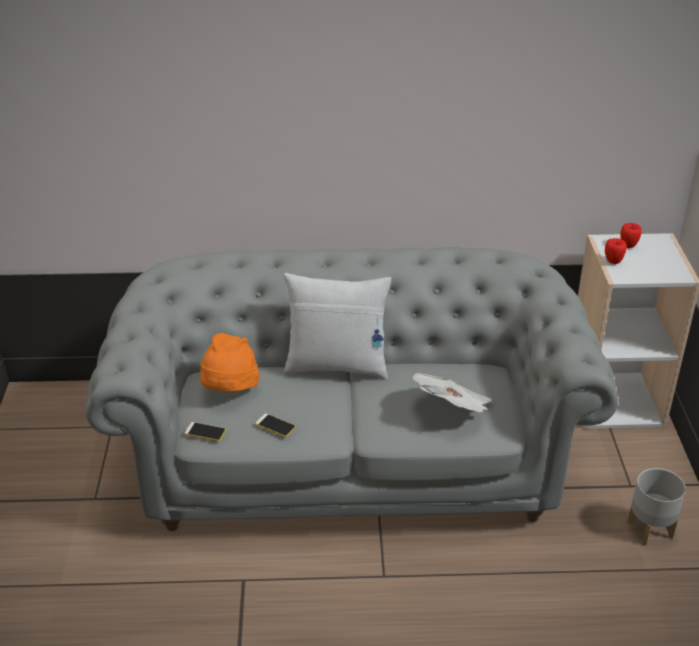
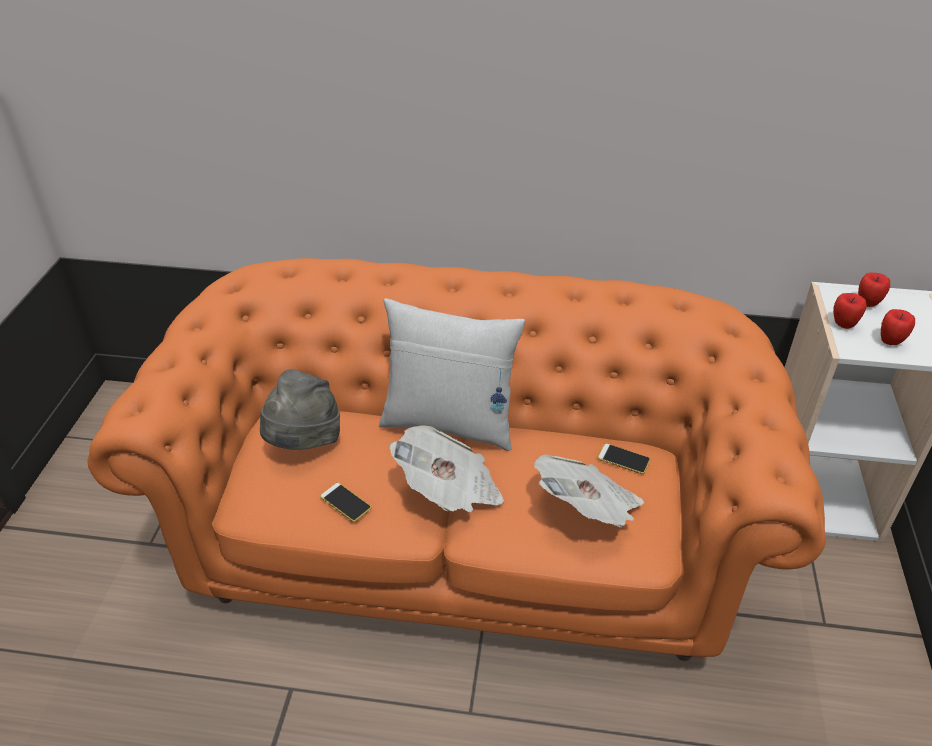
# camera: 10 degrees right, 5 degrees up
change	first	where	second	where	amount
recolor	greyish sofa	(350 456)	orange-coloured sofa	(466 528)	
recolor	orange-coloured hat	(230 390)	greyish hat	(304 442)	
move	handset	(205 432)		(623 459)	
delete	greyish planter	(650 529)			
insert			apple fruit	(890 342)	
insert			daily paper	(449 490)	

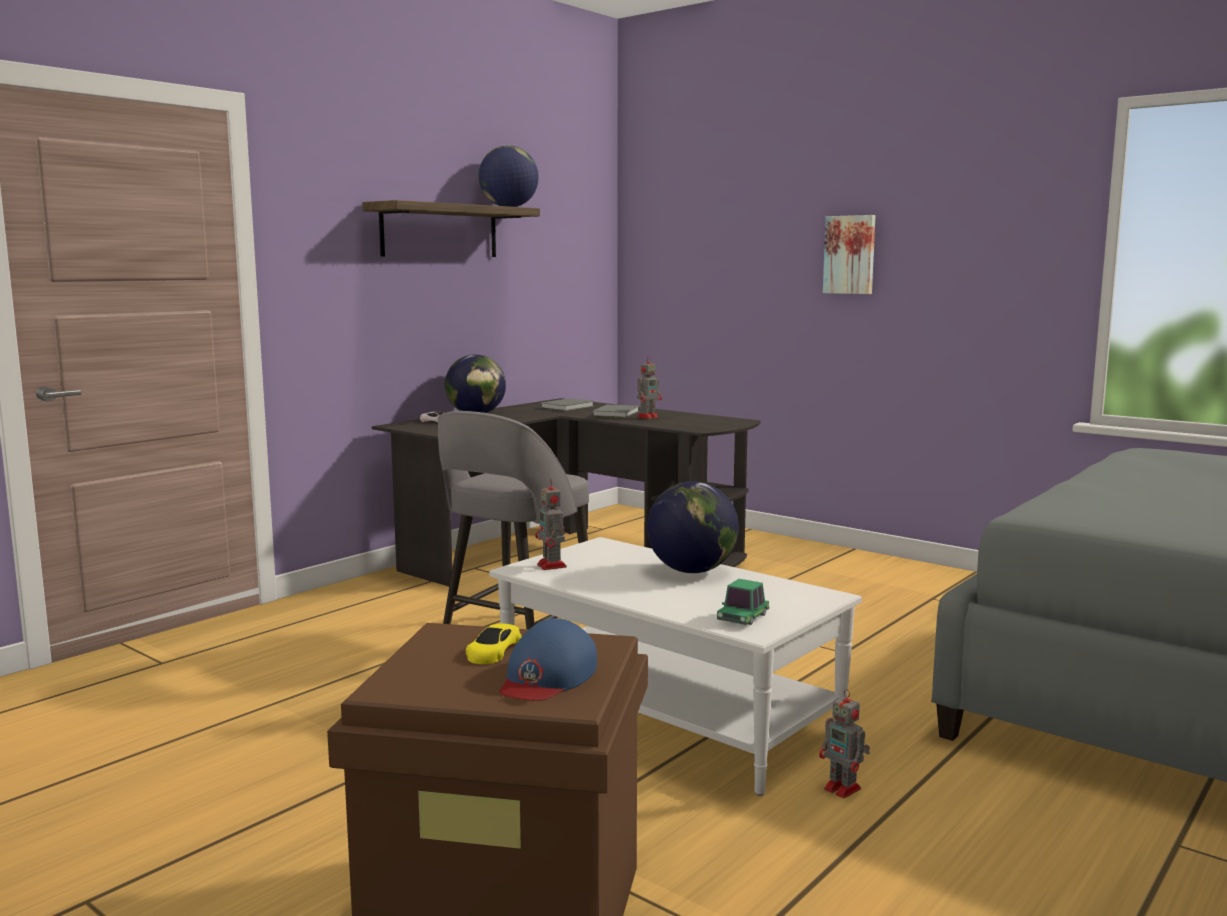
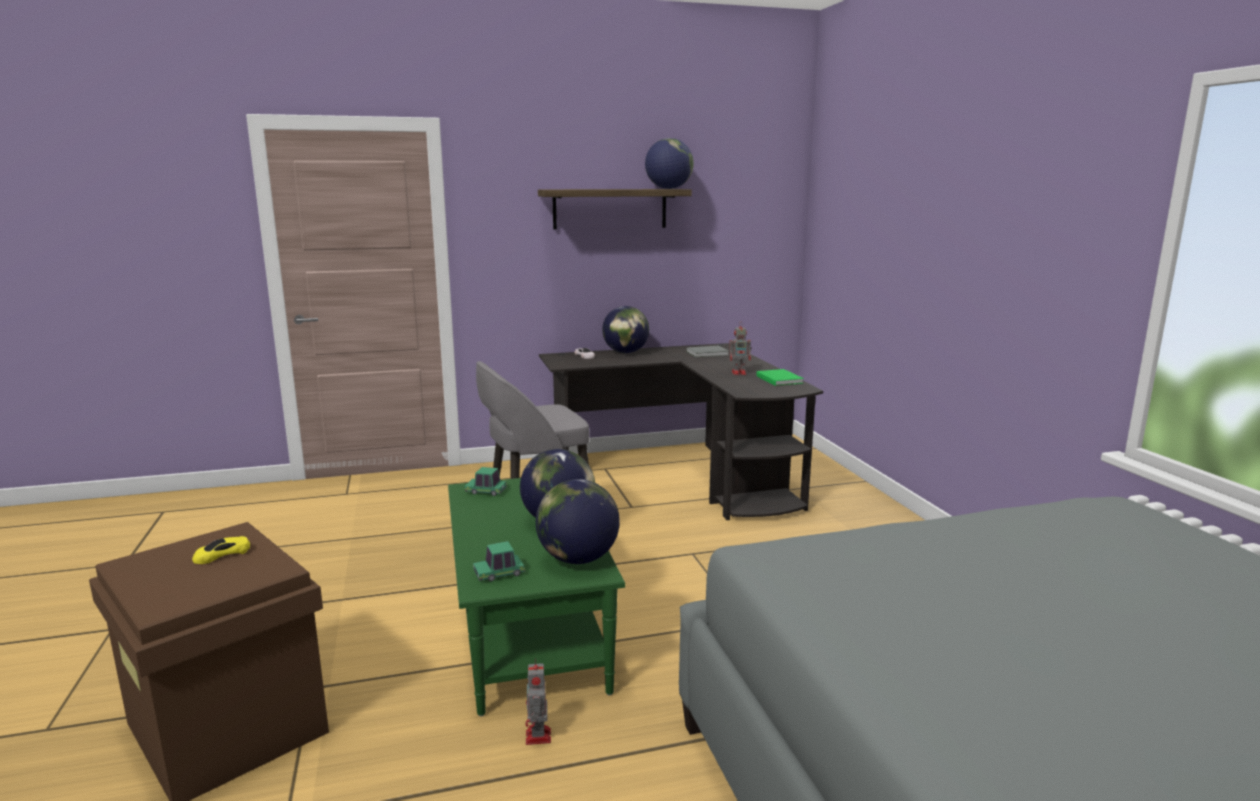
# camera: 35 degrees right, 5 degrees up
change	first	where	second	where	amount
delete	wall picture	(850 254)			
delete	greyish book	(617 413)			
replace	toy robot	(552 566)	miniature car	(486 491)	
recolor	white-coloured lounge table	(665 716)	greenish lounge table	(528 627)	
delete	blue-coloured baseball cap	(547 676)			
insert			greenish book	(779 379)	
insert			world globe	(578 559)	

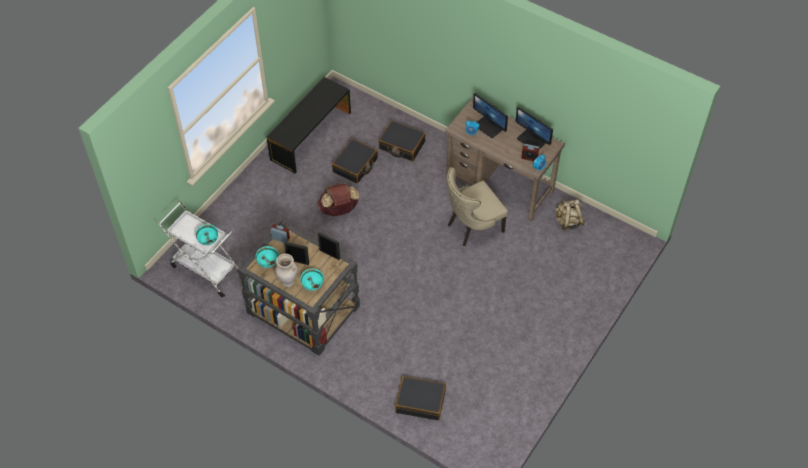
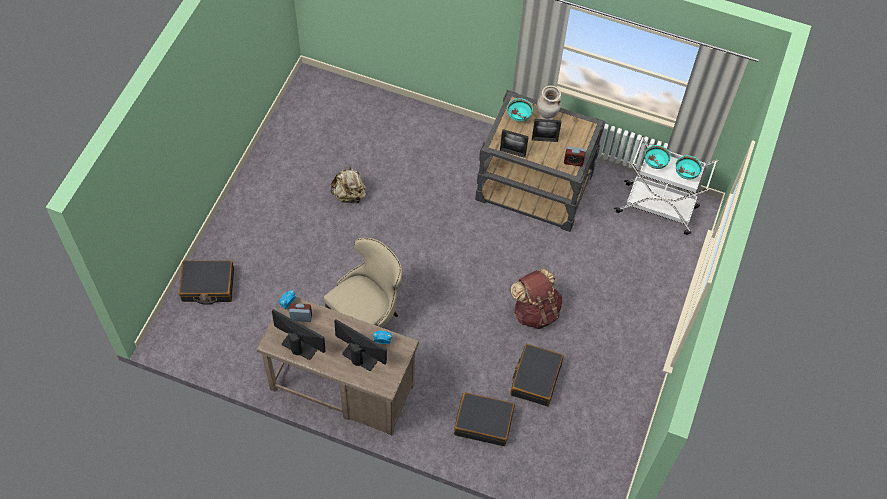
# camera: 165 degrees right, 5 degrees up
change	first	where	second	where	amount
delete	blackish indoor bench	(310 135)			
move	beige-coloured knapsack	(568 221)		(349 195)	
move	turquoise deep dish	(268 263)		(685 174)	
move	blackish suitcase	(420 401)		(208 286)	

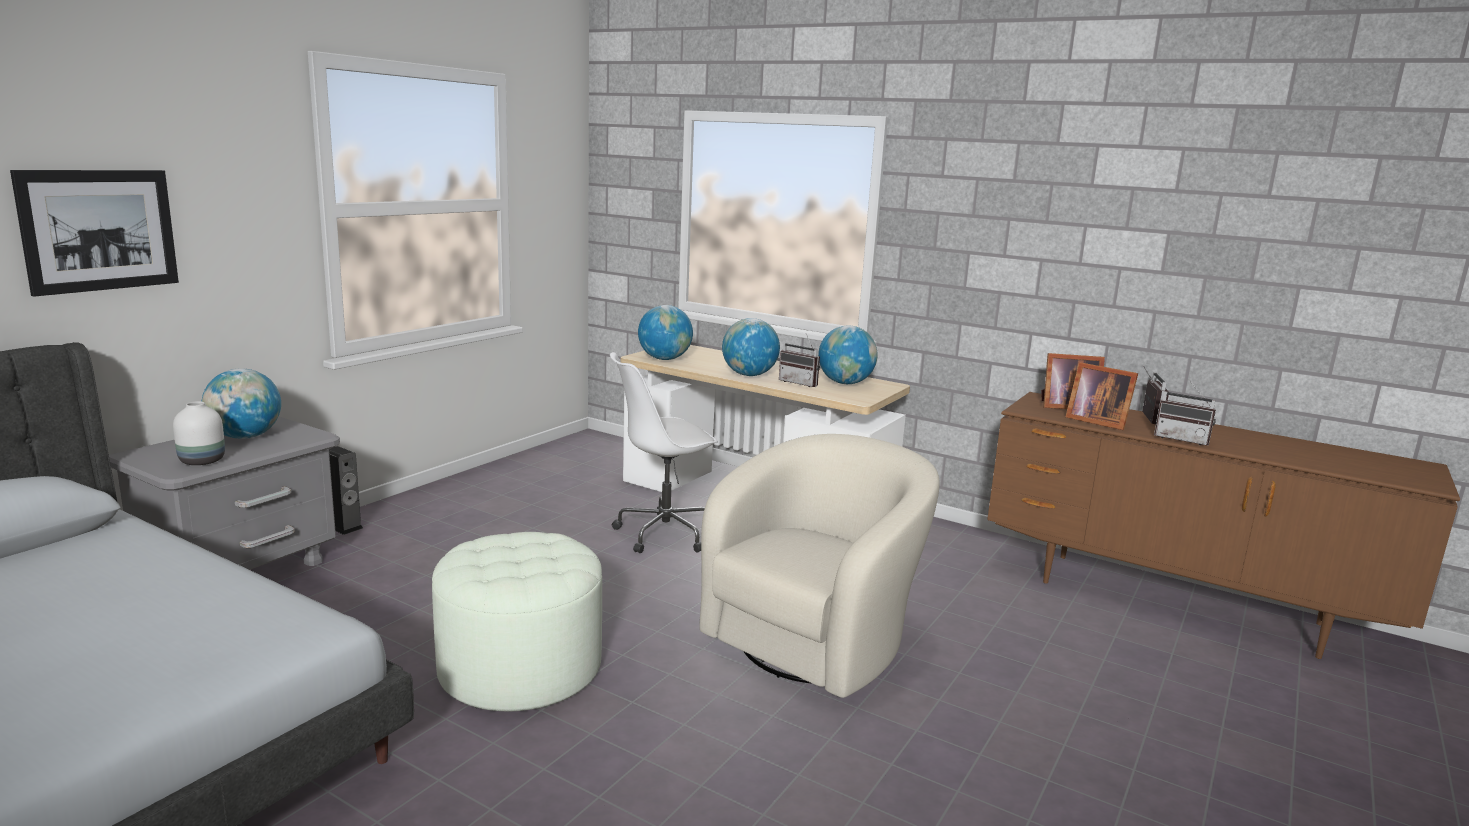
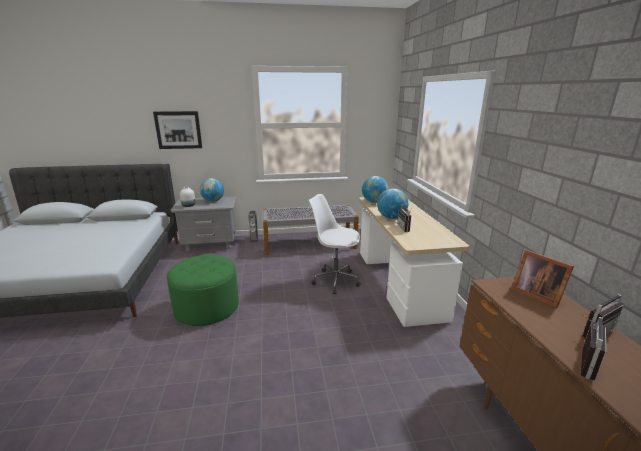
# camera: 50 degrees right, 5 degrees up
change	first	where	second	where	amount
delete	world globe	(845 383)			
delete	photo frame	(1095 421)			
rotate	radio receiver	(1182 439)		(580 361)	135 degrees counterclockwise
delete	beige-coloured lounge chair	(816 642)			
recolor	white-coloured pouffe	(520 667)	greenish pouffe	(207 307)	
insert			greyish indoor bench	(309 243)	

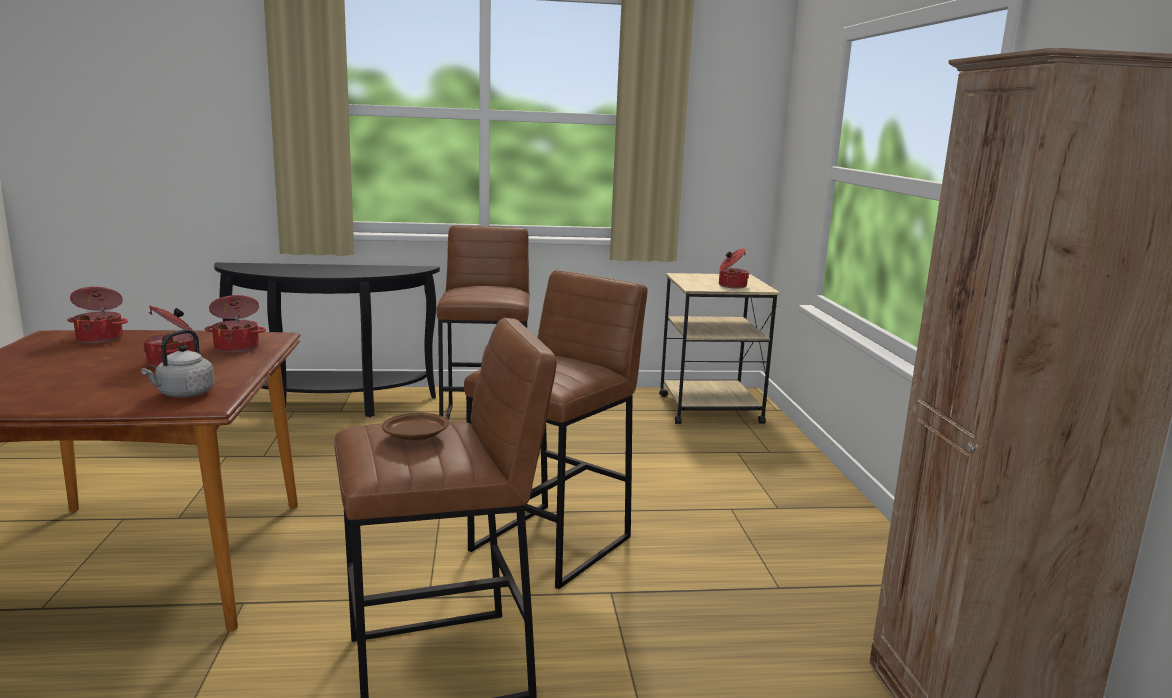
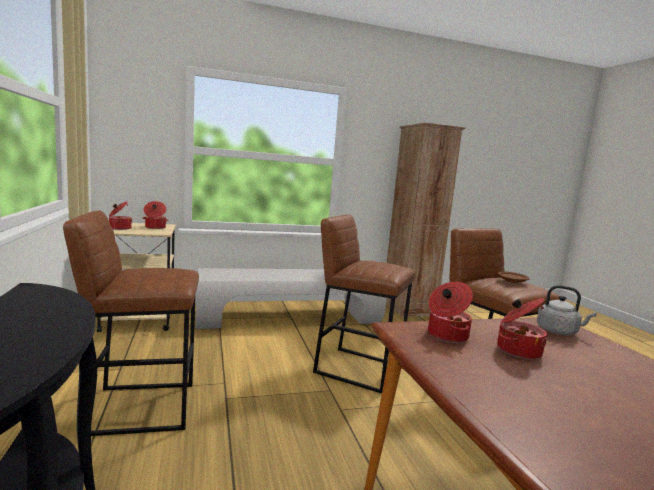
# camera: 100 degrees left, 5 degrees down
change	first	where	second	where	amount
move	saucepot	(100 338)		(119 228)	
insert			greyish indoor bench	(289 317)	

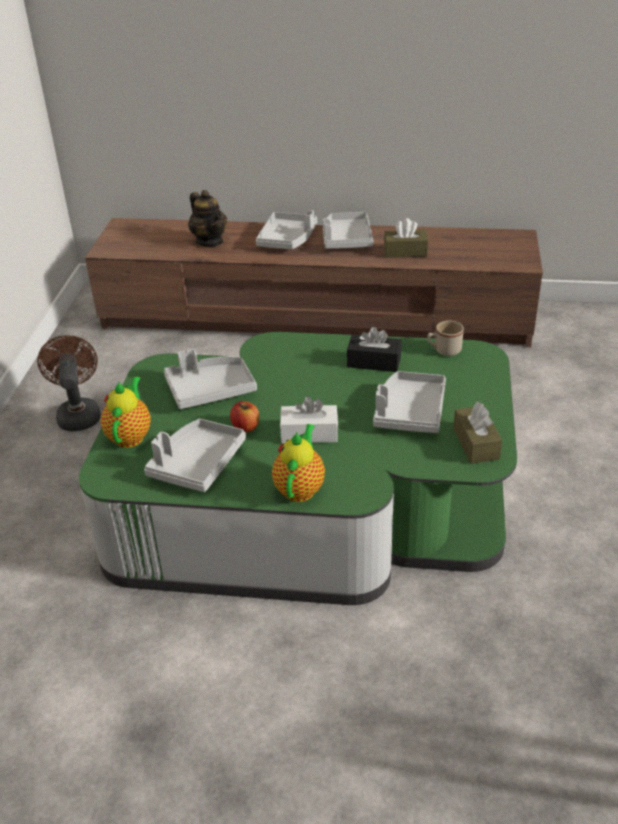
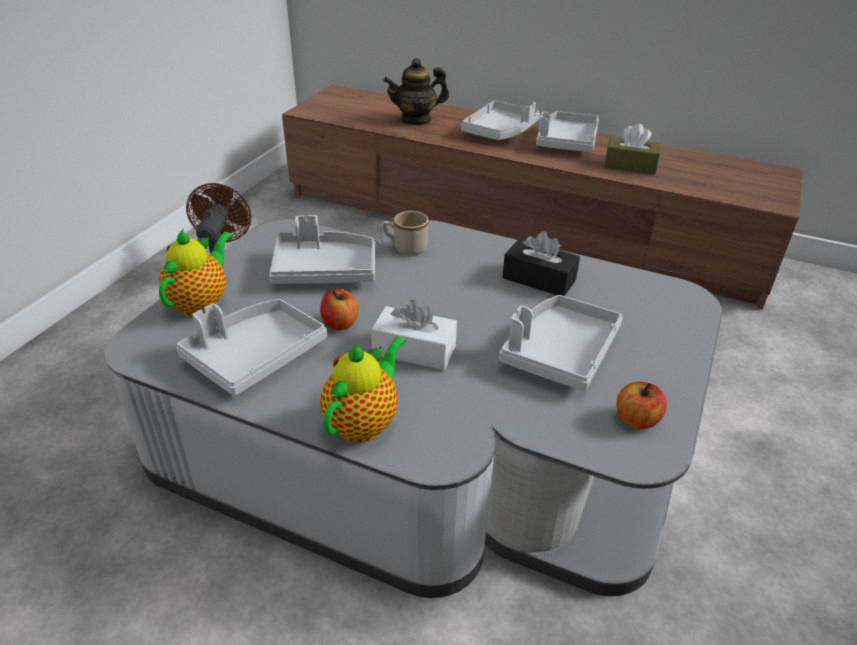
# camera: 15 degrees right, 0 degrees up
change	first	where	second	where	amount
rotate	teapot	(210 241)		(416 120)	90 degrees clockwise
move	beige-coloured mug	(443 350)		(405 248)	
recolor	greenish lounge table	(313 497)	greyish lounge table	(427 431)	
replace	brown-coloured tissue holder	(476 443)	apple fruit	(637 419)	

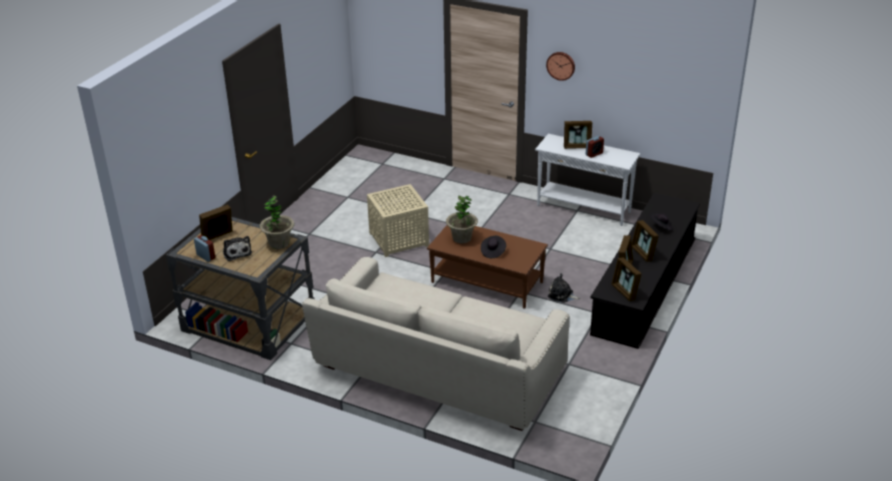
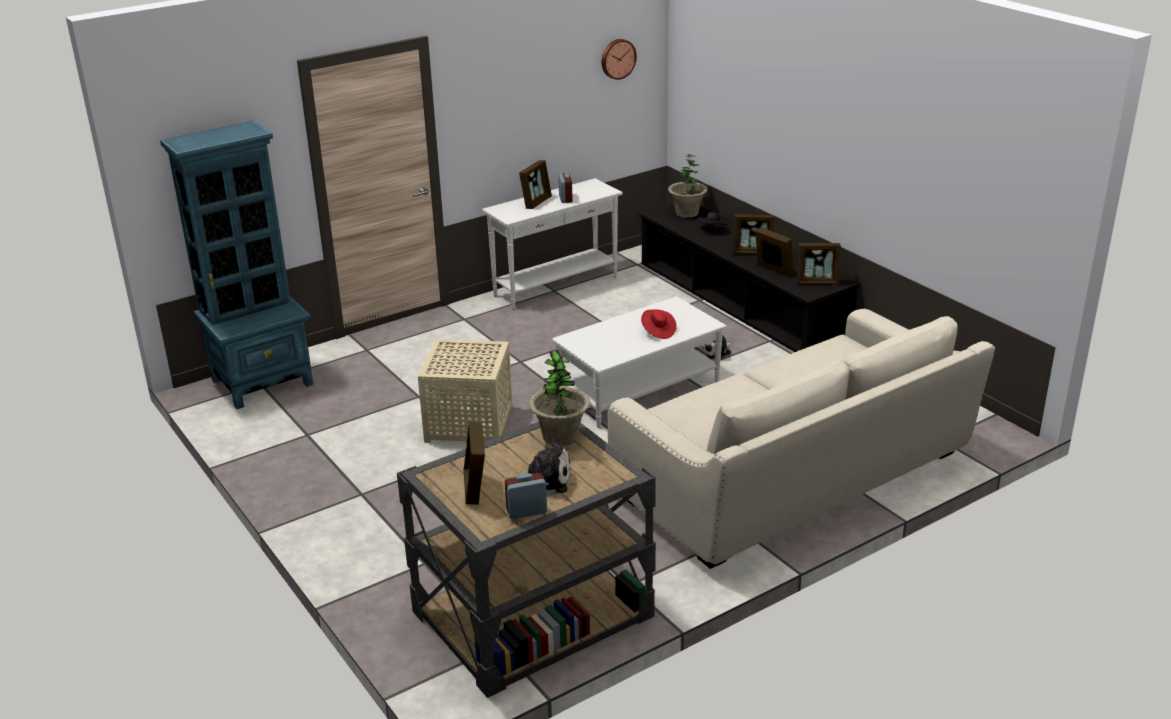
# camera: 60 degrees left, 5 degrees down
change	first	where	second	where	amount
move	hanging clock	(561 65)		(617 58)	
move	houseplant	(462 238)		(687 213)	
recolor	brown-coloured lounge table	(486 282)	white-coloured lounge table	(639 390)	
recolor	blackish hat	(493 252)	red-coloured hat	(658 331)	
insert			blue-coloured cabinet	(263 383)	

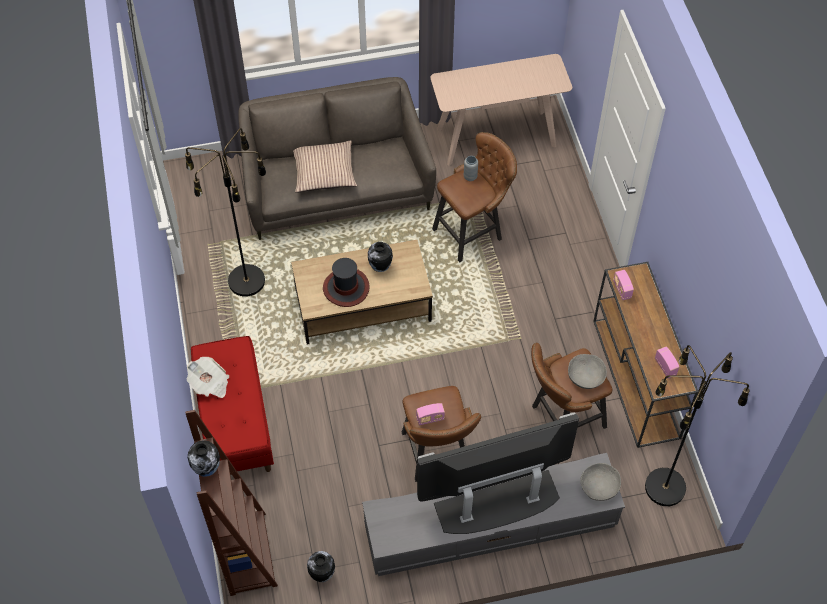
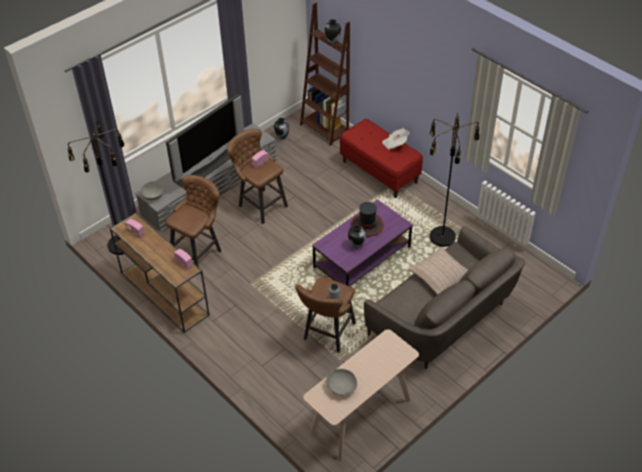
# camera: 150 degrees right, 10 degrees down
change	first	where	second	where	amount
recolor	brown-coloured lounge table	(363 304)	purple lounge table	(361 257)	
move	greyish deep dish	(586 377)		(341 387)	

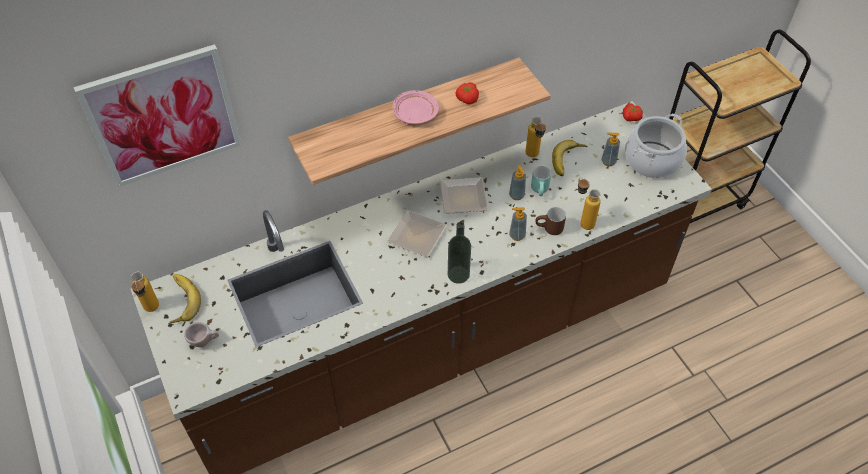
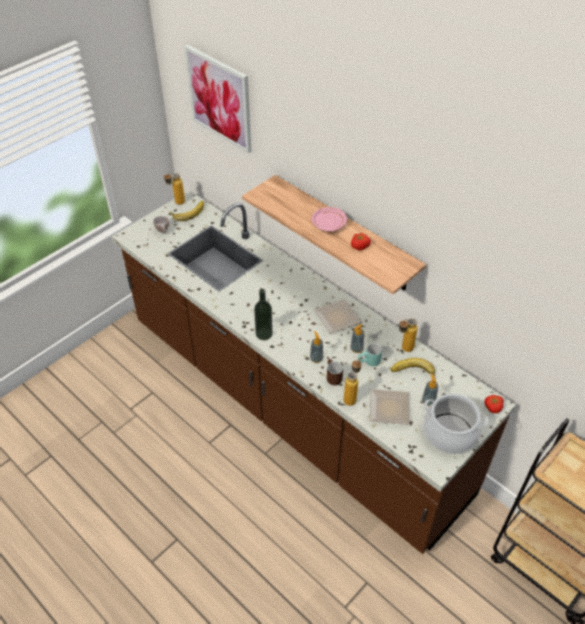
# camera: 70 degrees right, 5 degrees down
change	first	where	second	where	amount
move	plate	(418 237)		(387 409)	

